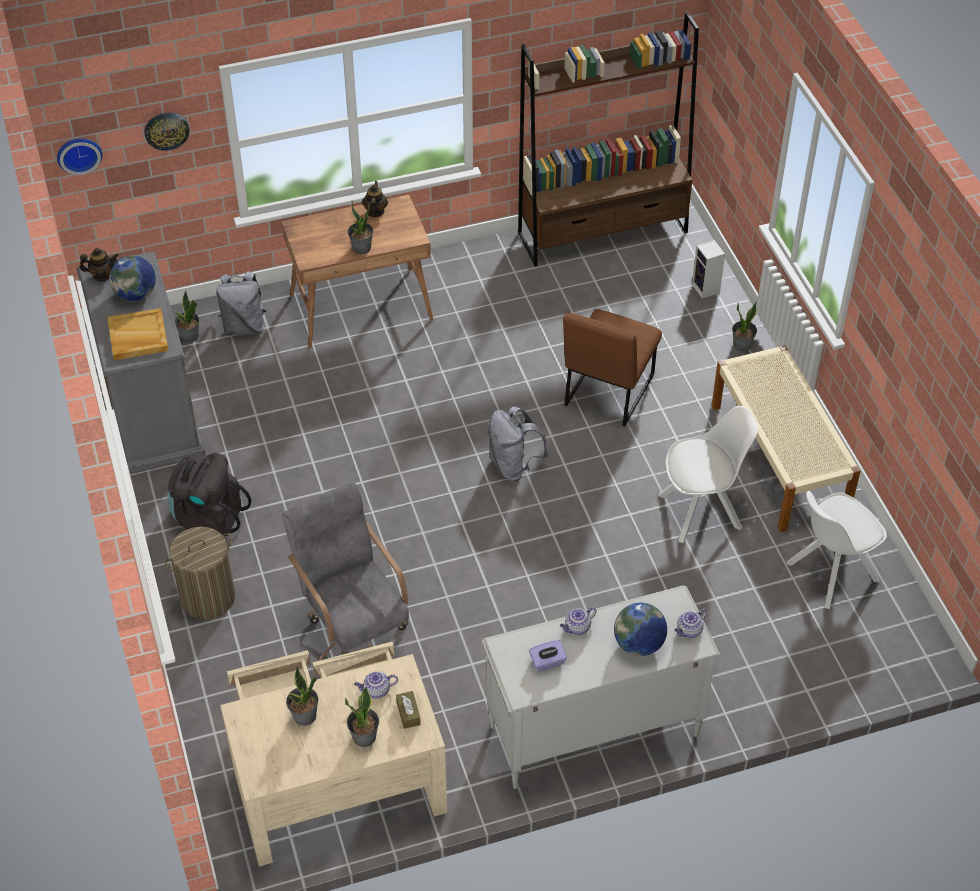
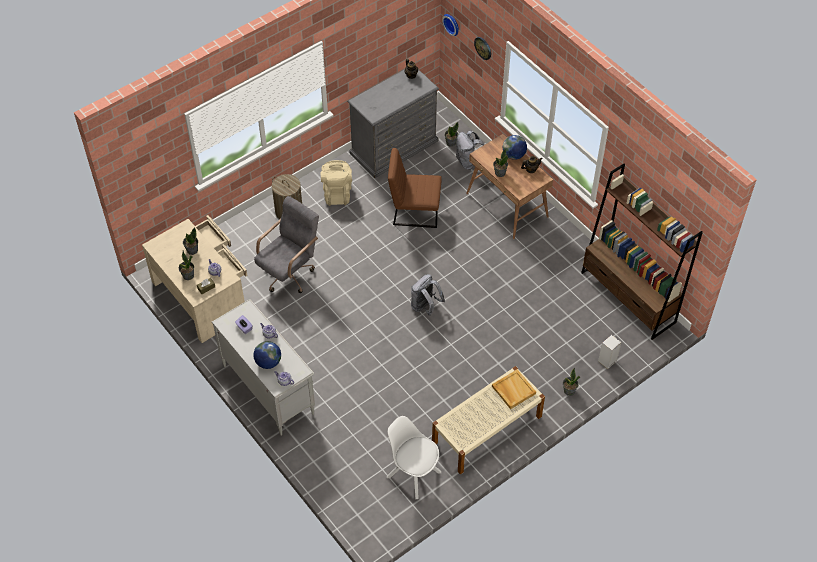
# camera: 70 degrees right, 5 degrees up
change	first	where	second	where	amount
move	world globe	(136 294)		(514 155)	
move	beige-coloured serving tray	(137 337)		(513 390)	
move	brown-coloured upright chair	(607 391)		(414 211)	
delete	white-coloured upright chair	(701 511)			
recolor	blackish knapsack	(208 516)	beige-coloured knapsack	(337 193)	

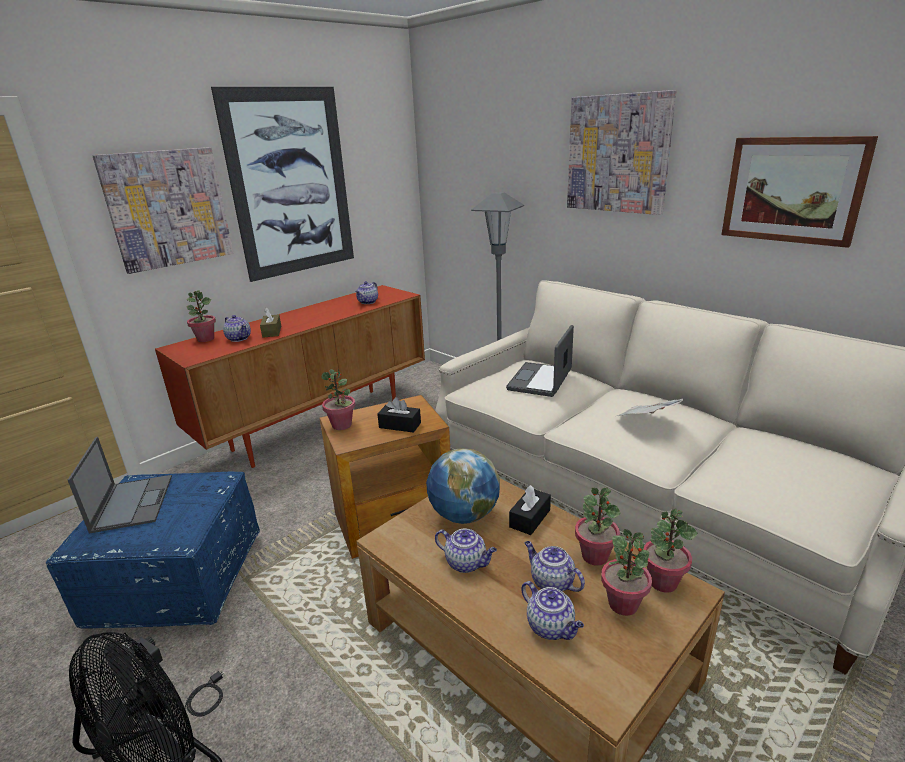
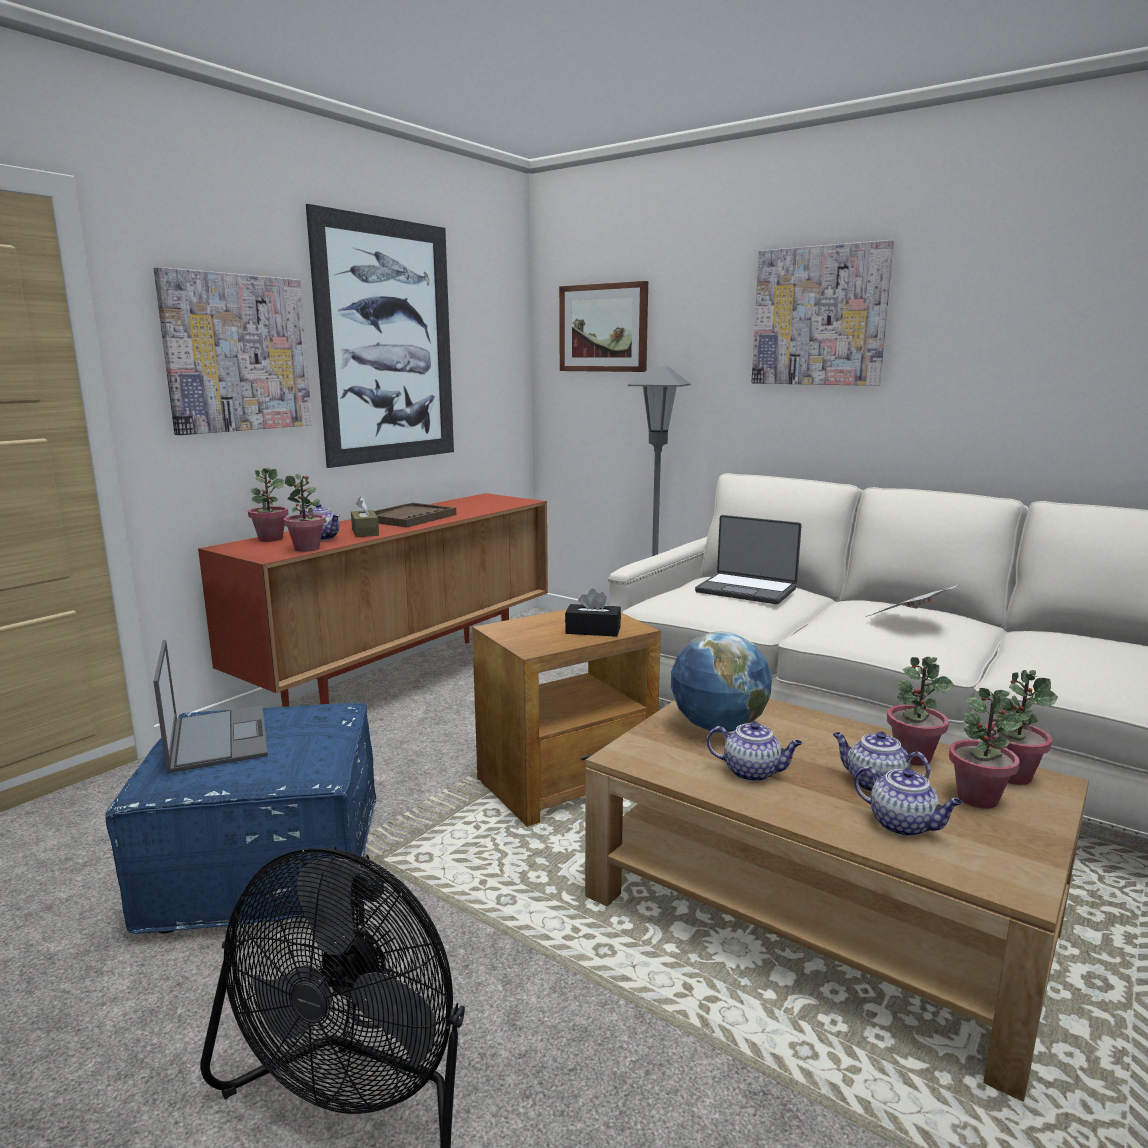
# camera: 10 degrees left, 10 degrees down
change	first	where	second	where	amount
move	wall picture	(792 190)		(603 328)	
delete	teapot	(368 302)			
rotate	laptop	(541 381)		(747 590)	75 degrees counterclockwise
move	houseplant	(342 425)		(307 549)	
delete	blackish tissue holder	(530 518)			
insert			brown-coloured serving tray	(409 518)	

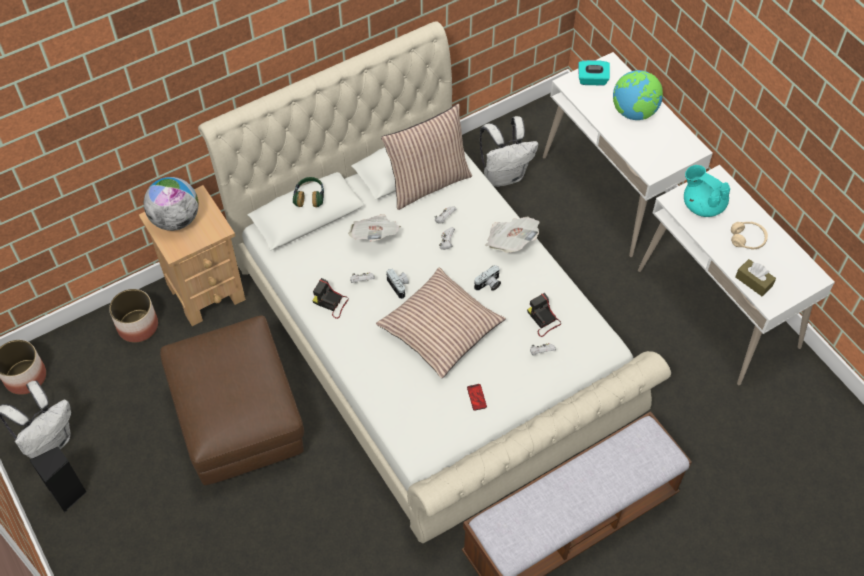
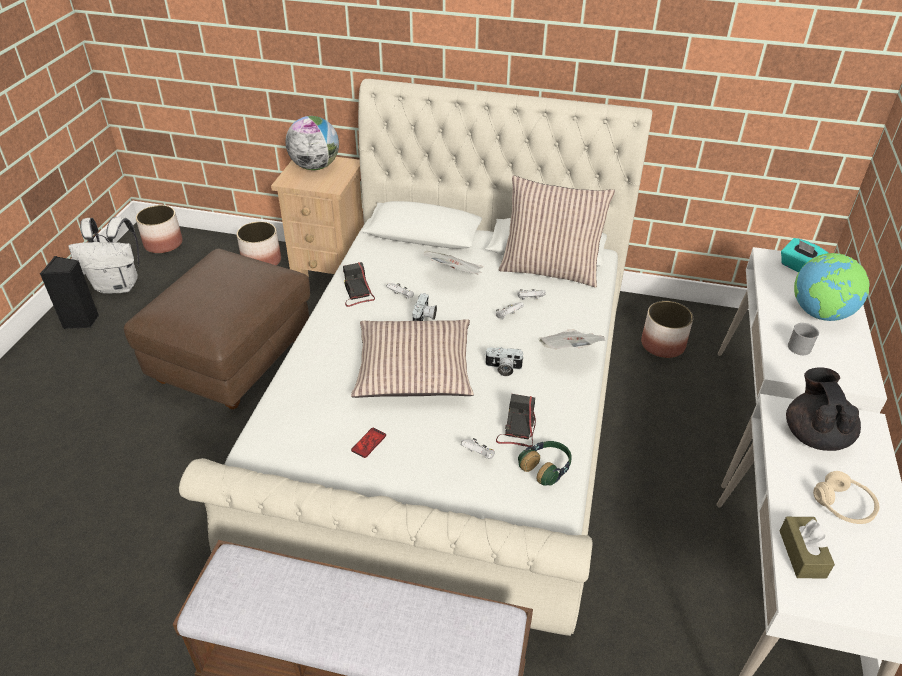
# camera: 45 degrees right, 15 degrees down
change	first	where	second	where	amount
replace	white-coloured knapsack	(504 175)	planter	(663 345)	
recolor	turquoise teapot	(702 205)	blackish teapot	(815 435)	
move	pair of headphones	(310 197)		(546 468)	
insert			greyish mug	(800 345)	

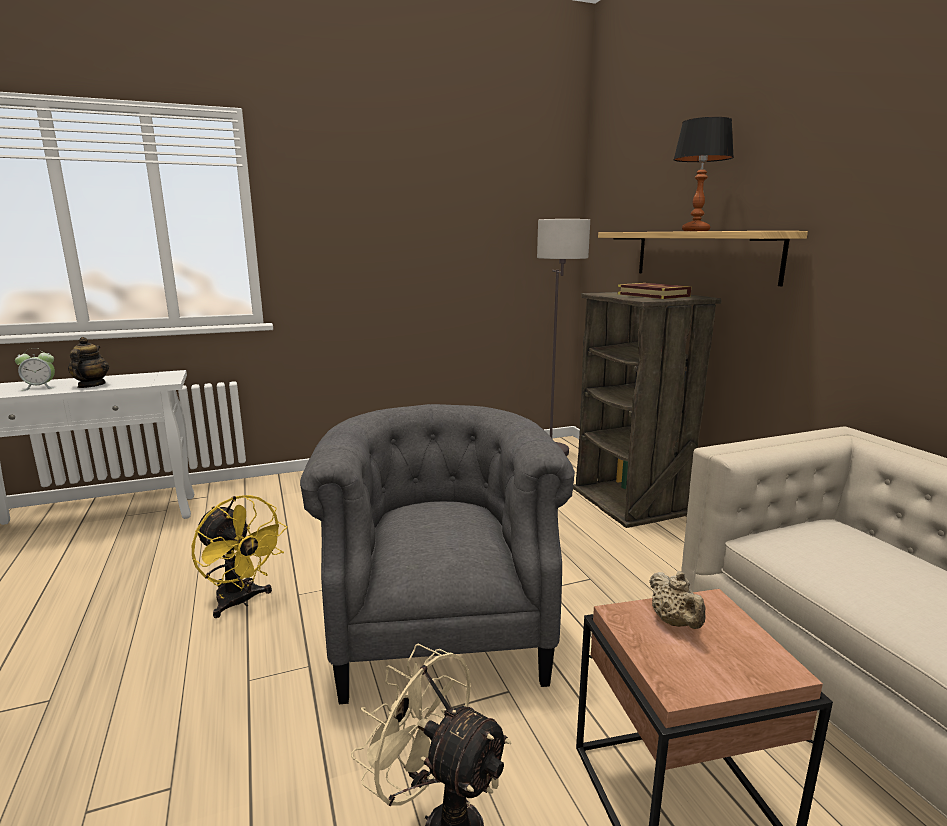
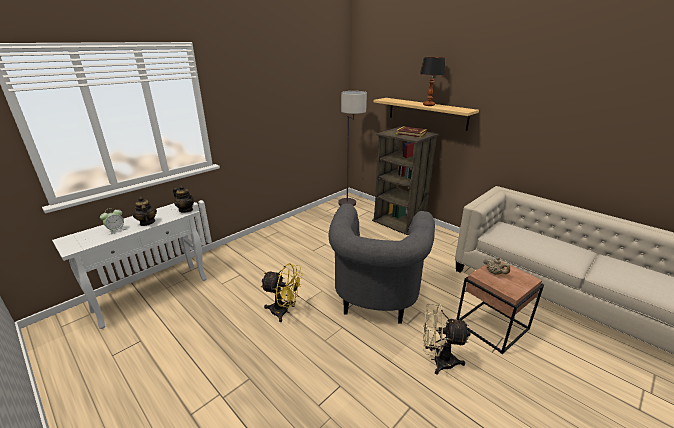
# camera: 25 degrees left, 10 degrees up
change	first	where	second	where	amount
rotate	greyish lounge chair	(440 627)		(376 296)	135 degrees counterclockwise
insert			teapot	(186 210)	

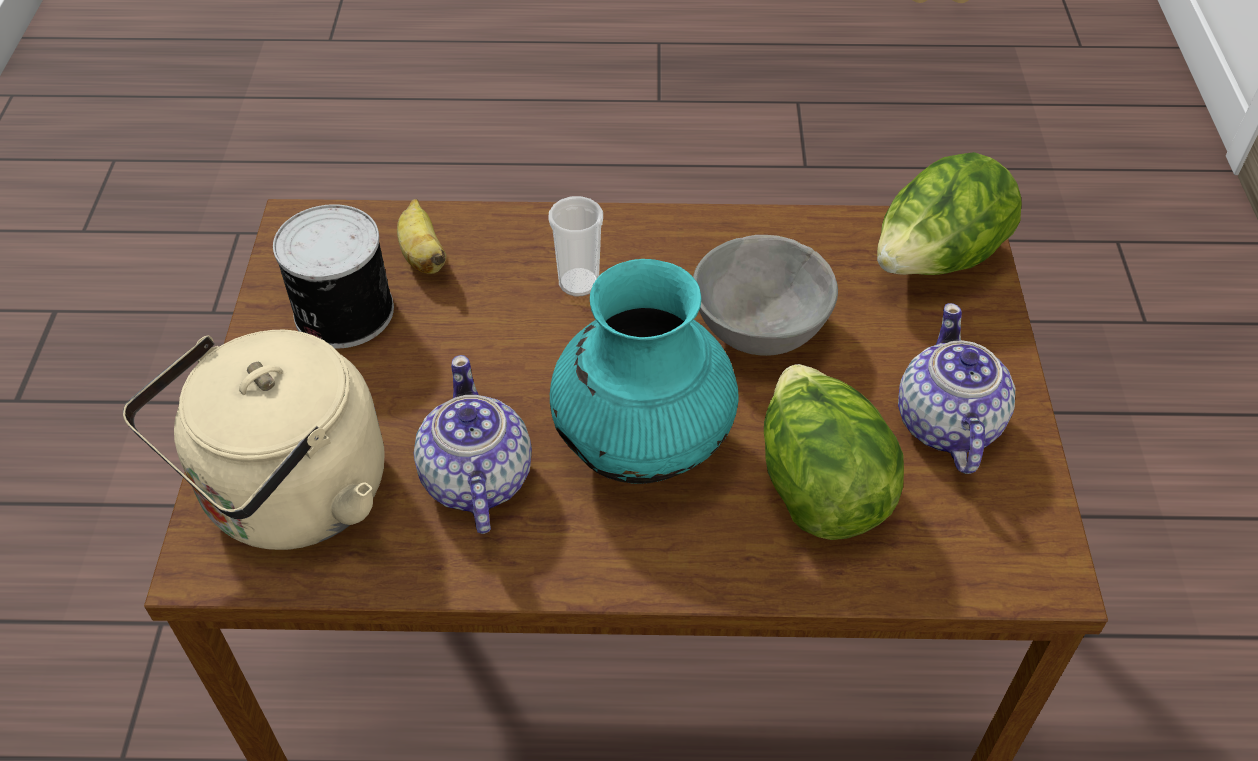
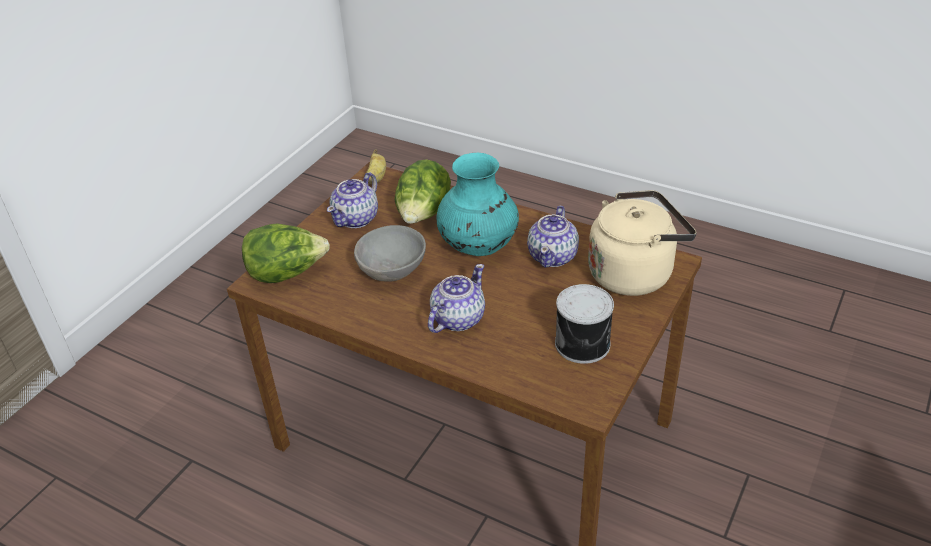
# camera: 150 degrees left, 10 degrees down
change	first	where	second	where	amount
replace	cup	(578 283)	teapot	(457 319)	
move	banana	(423 255)		(376 178)	

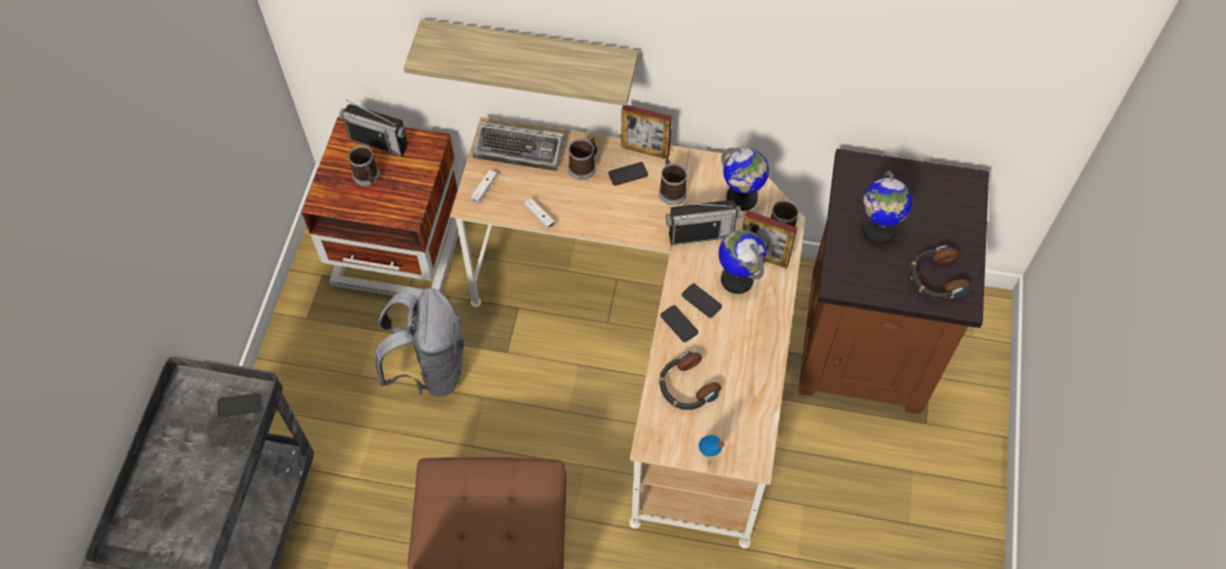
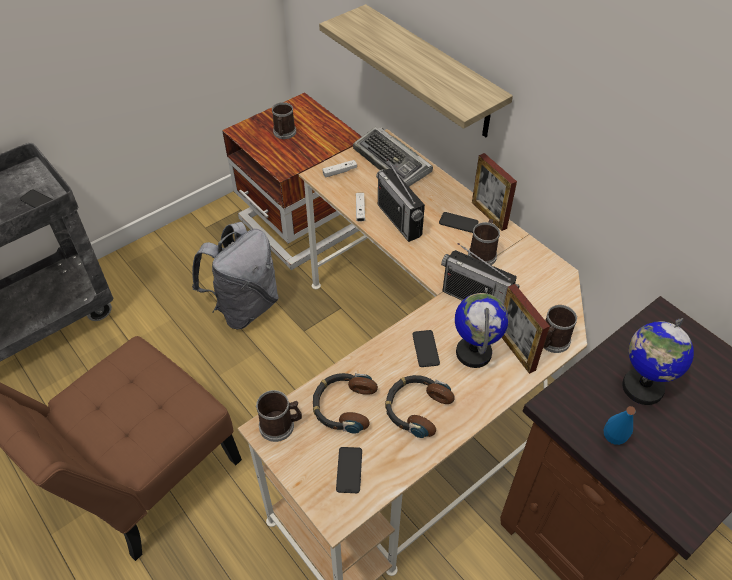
# camera: 40 degrees right, 10 degrees down
change	first	where	second	where	amount
move	radio receiver	(378 142)		(399 220)	
move	mug	(584 166)		(281 425)	
delete	world globe	(742 198)			
move	pair of headphones	(935 278)		(416 408)	
move	handset	(679 324)		(349 470)	
move	blue-coloured drink bottle	(711 459)		(610 445)	

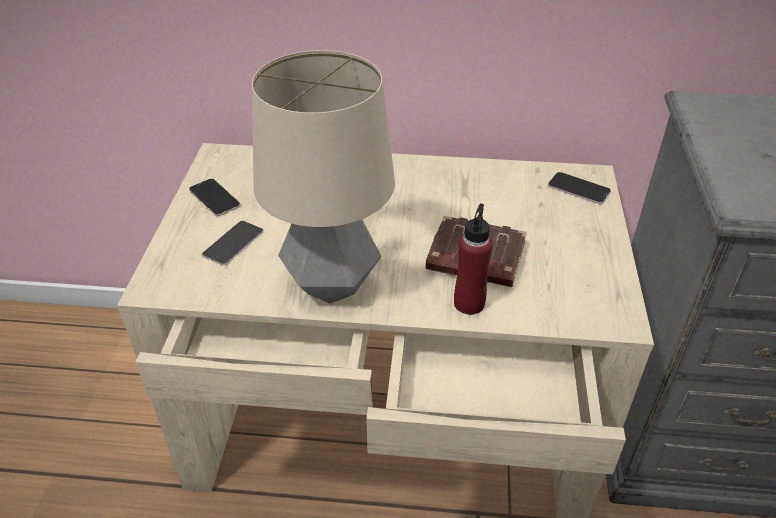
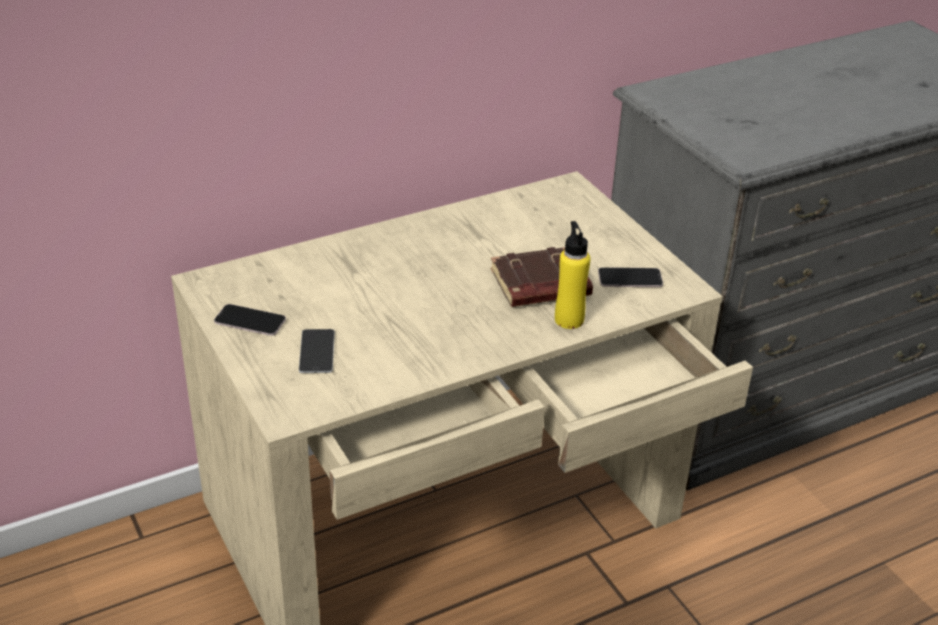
# camera: 35 degrees left, 5 degrees down
change	first	where	second	where	amount
delete	tabletop lamp	(332 284)			
move	handset	(578 189)		(630 278)	
recolor	red-coloured drink bottle	(469 303)	yellow-coloured drink bottle	(569 320)	

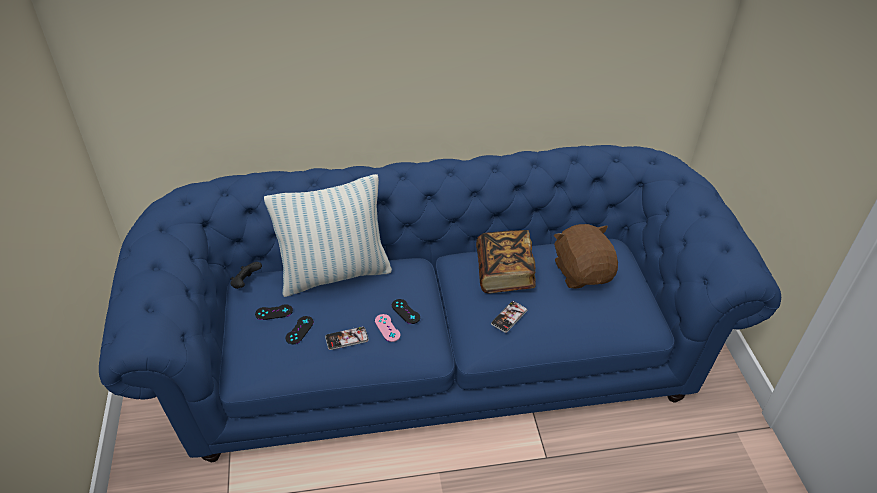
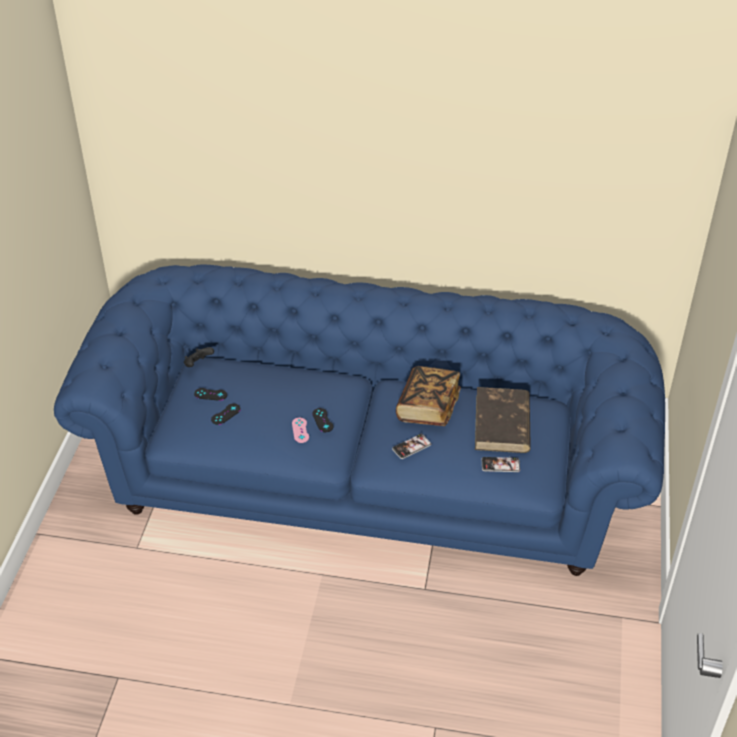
# camera: 20 degrees right, 0 degrees up
change	first	where	second	where	amount
delete	cushion	(335 274)			
replace	brown-coloured soft toy	(582 272)	brown-coloured book	(502 424)	
move	handset	(346 338)		(500 465)	

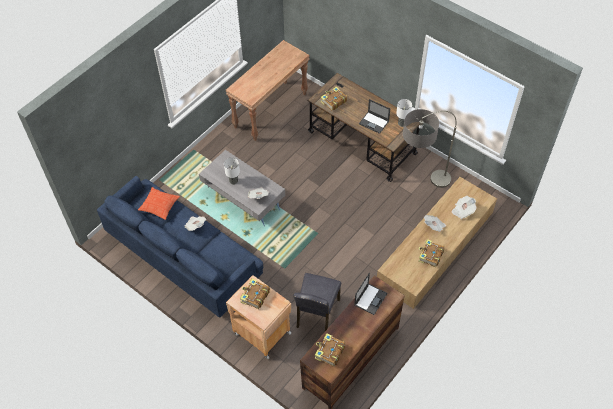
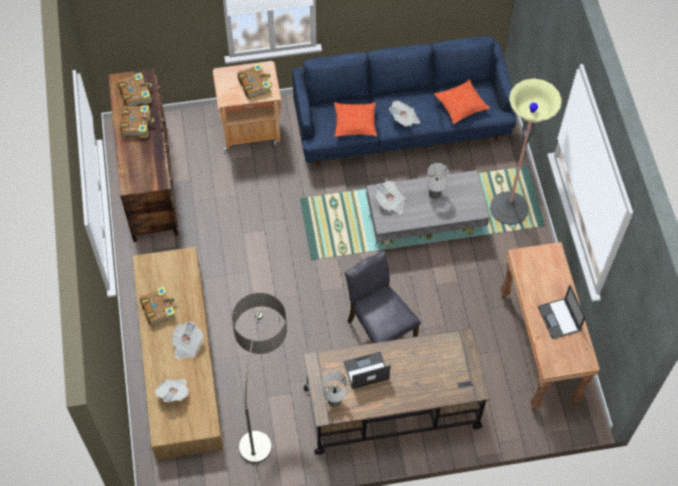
# camera: 130 degrees right, 5 degrees up
change	first	where	second	where	amount
move	book	(333 101)		(137 124)	
move	greyish upright chair	(316 314)		(379 331)	
move	laptop	(370 299)		(559 319)	
insert			standing lamp	(509 208)	
insert			orange-coloured cushion	(355 124)	

